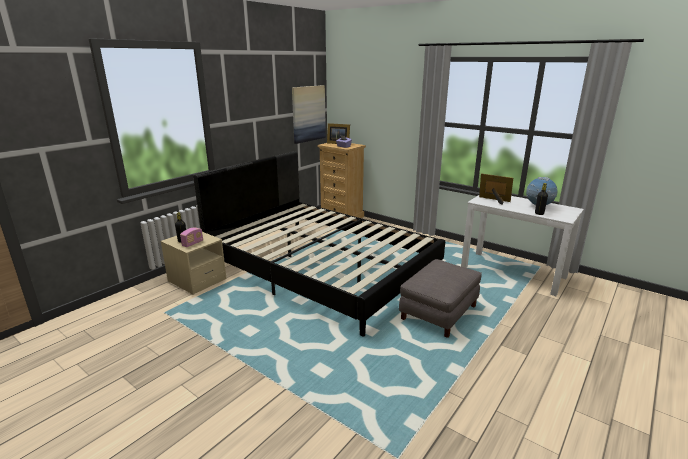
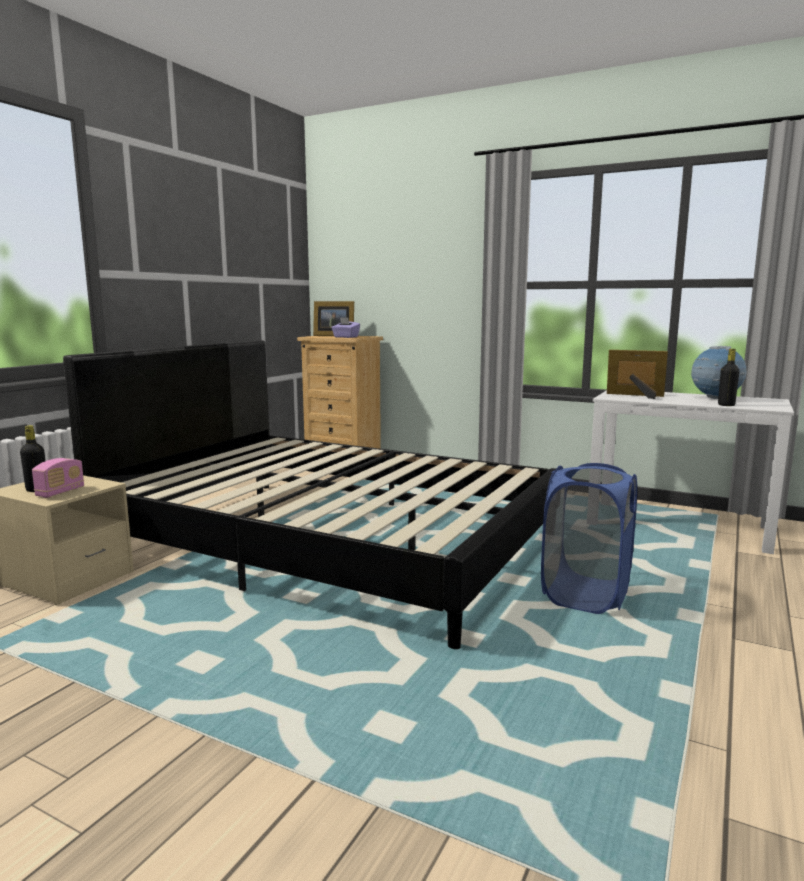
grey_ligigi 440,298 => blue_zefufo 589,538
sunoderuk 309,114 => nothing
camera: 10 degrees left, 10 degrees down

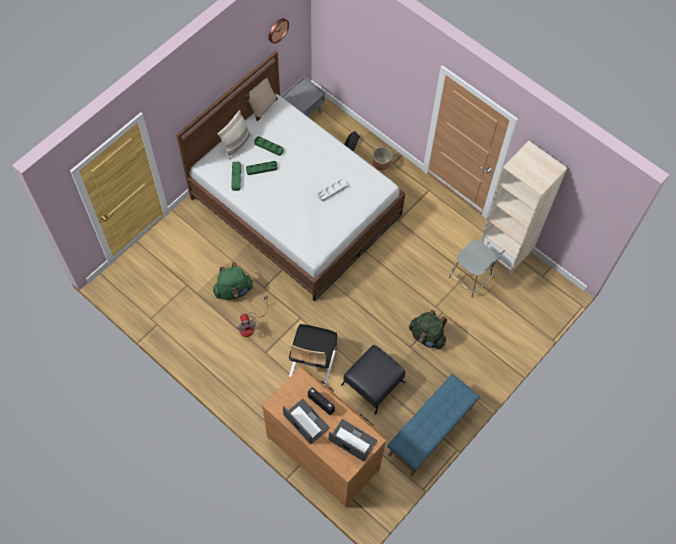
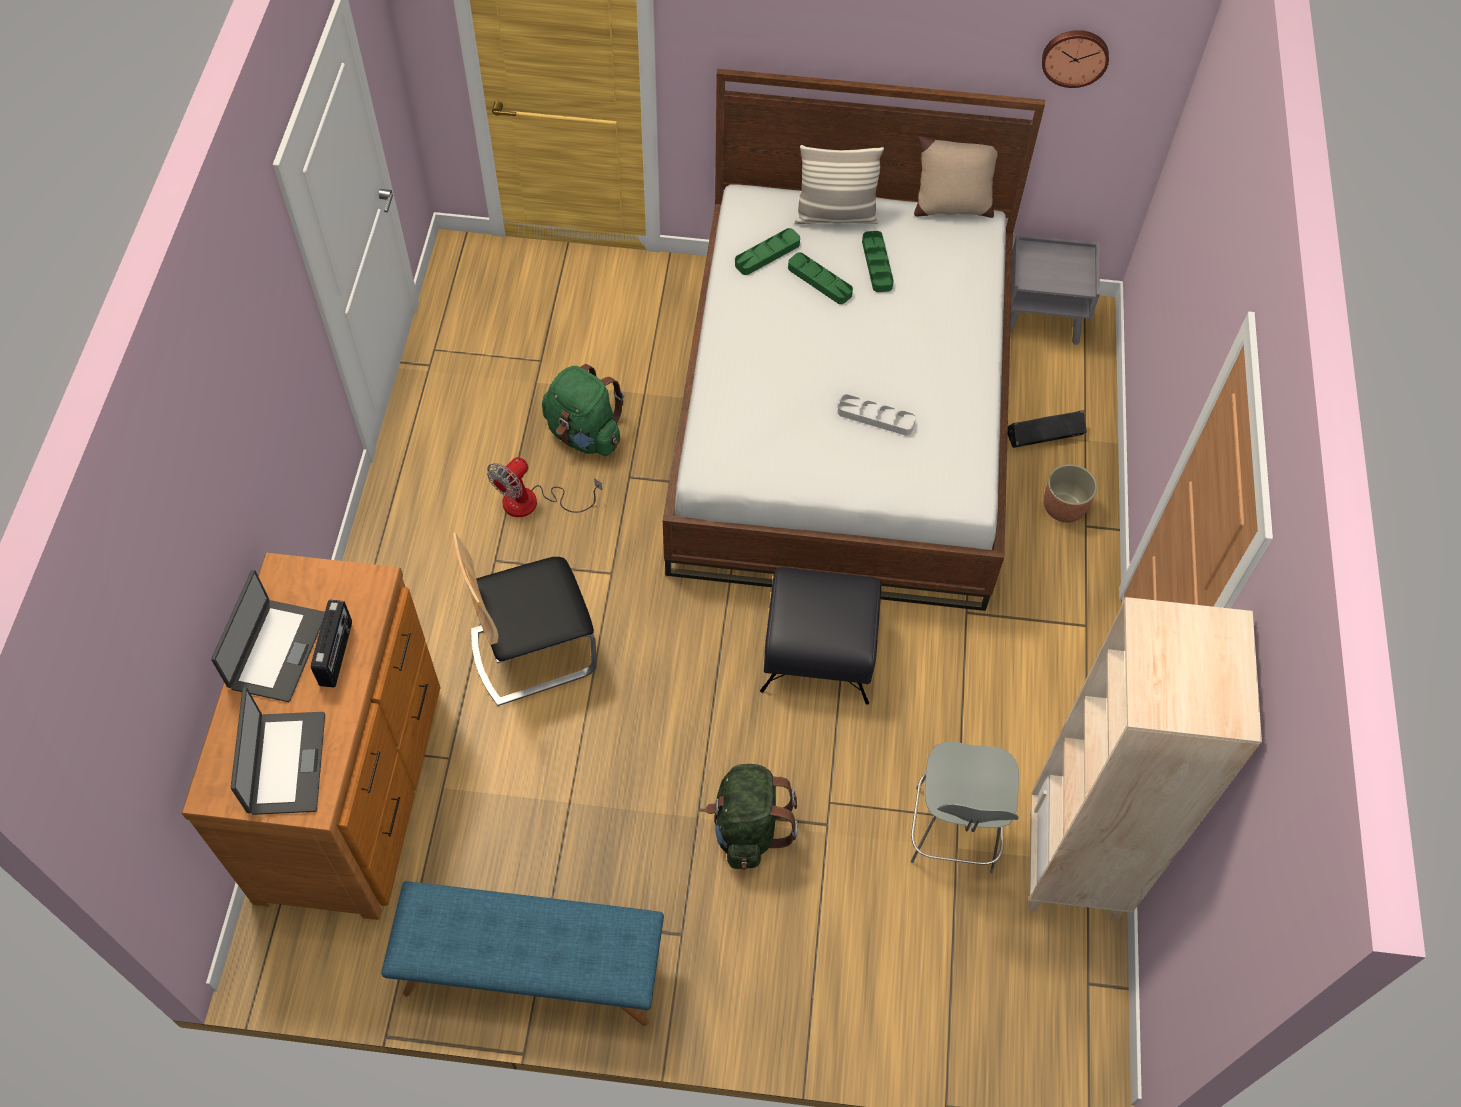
black_ligigi 373,380 => black_ligigi 820,636, moved
camera: 55 degrees right, 5 degrees down

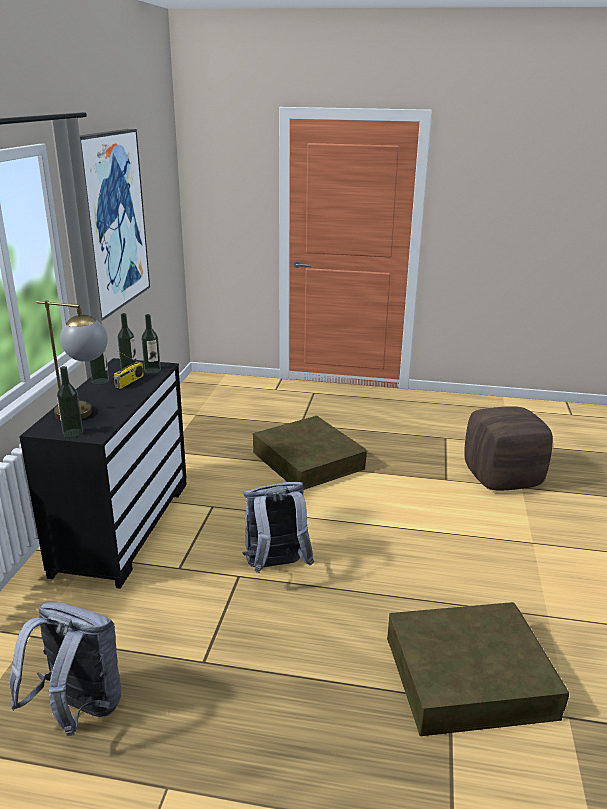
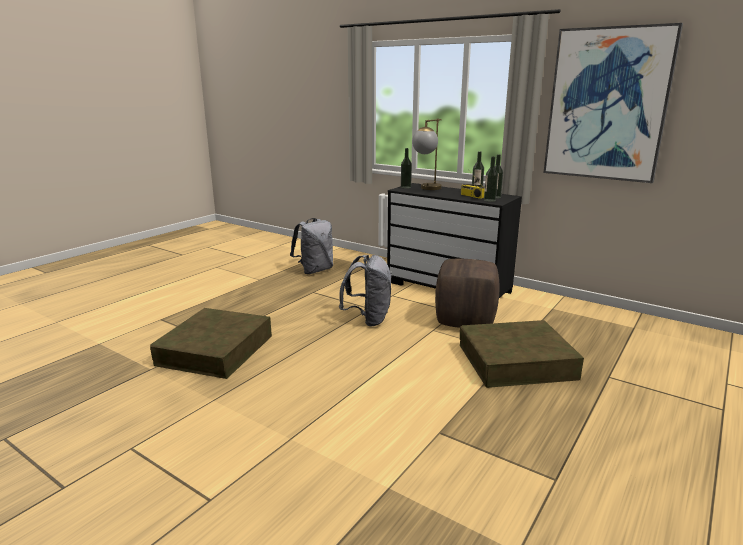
brown_ligigi 508,448 => brown_ligigi 467,293, moved
camera: 115 degrees right, 5 degrees down

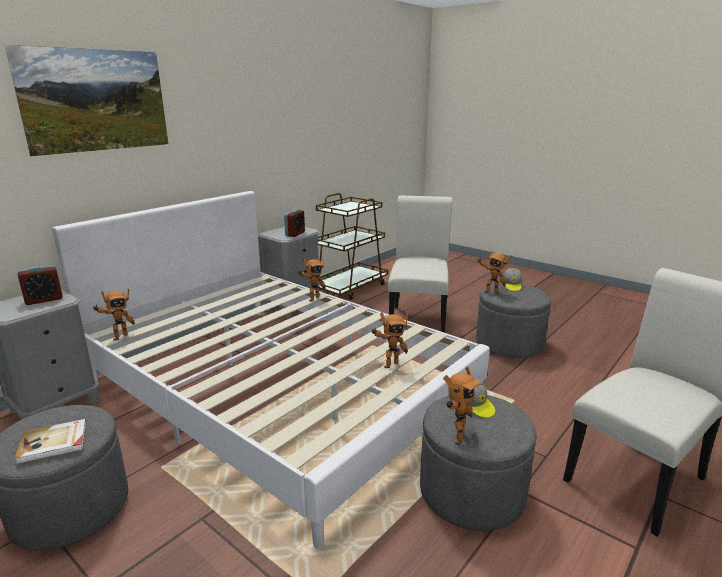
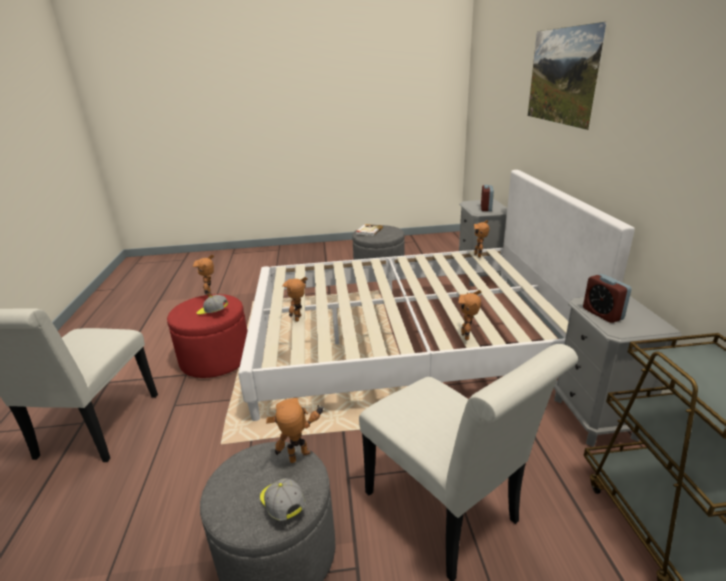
grey_ligigi 478,463 => red_ligigi 207,336
camera: 135 degrees right, 5 degrees up

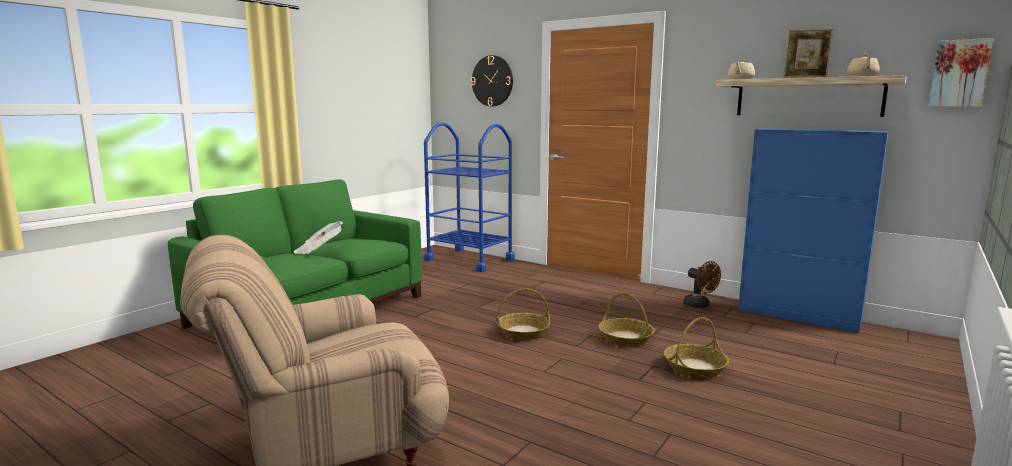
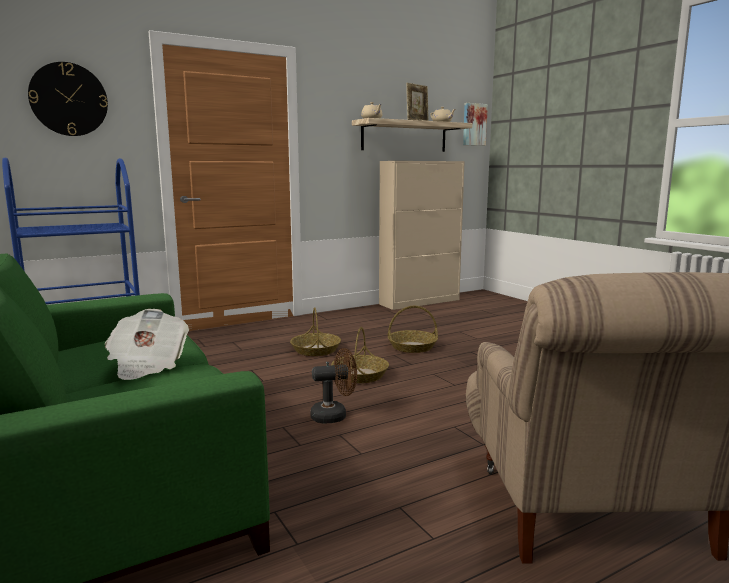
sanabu 696,347 => sanabu 315,331, moved
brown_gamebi 702,284 => brown_gamebi 333,386, moved
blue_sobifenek 813,230 => beige_sobifenek 422,235
camera: 65 degrees left, 0 degrees up

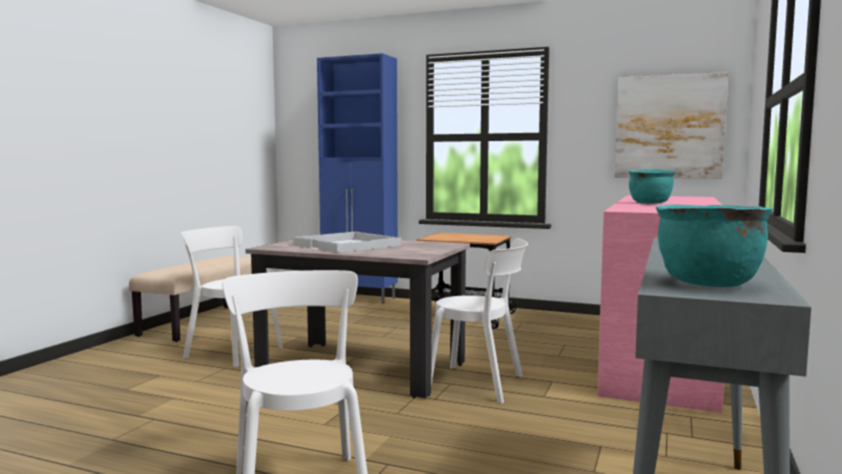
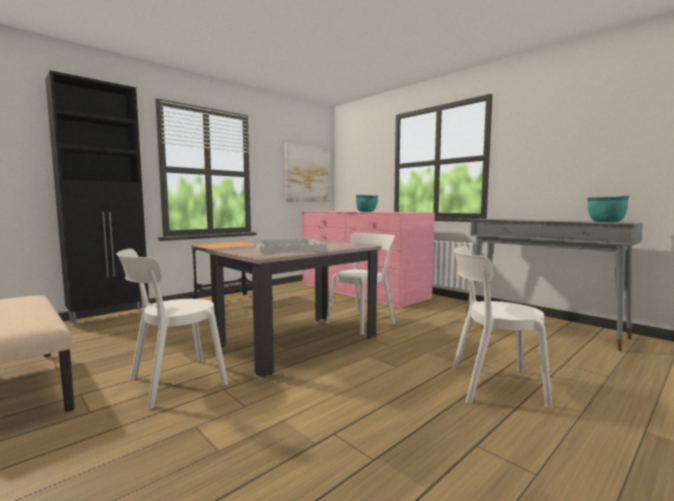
blue_sobifenek 357,178 => black_sobifenek 97,199
camera: 65 degrees left, 0 degrees up

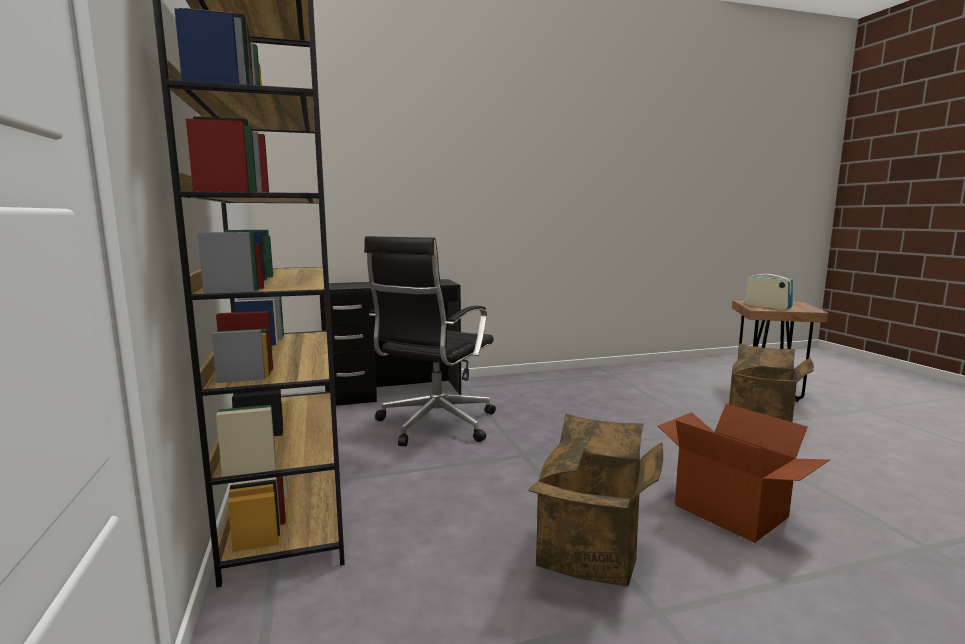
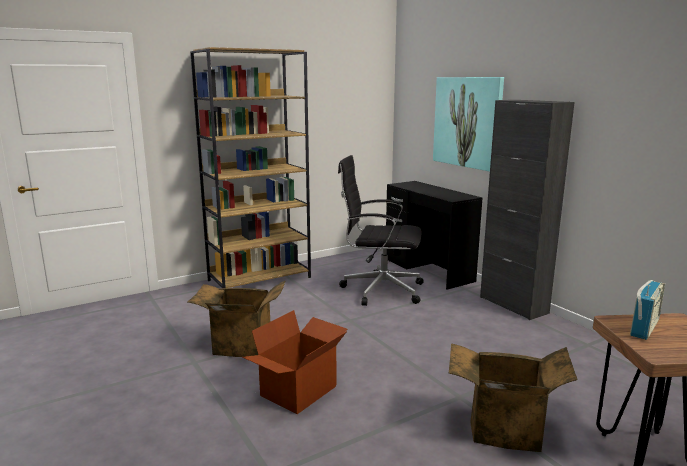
nothing => sunoderuk 468,124
nothing => black_sobifenek 527,210
camera: 75 degrees right, 5 degrees up

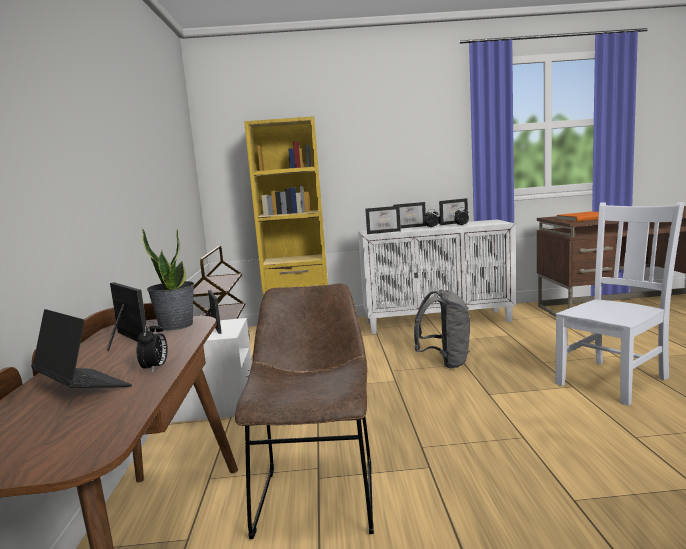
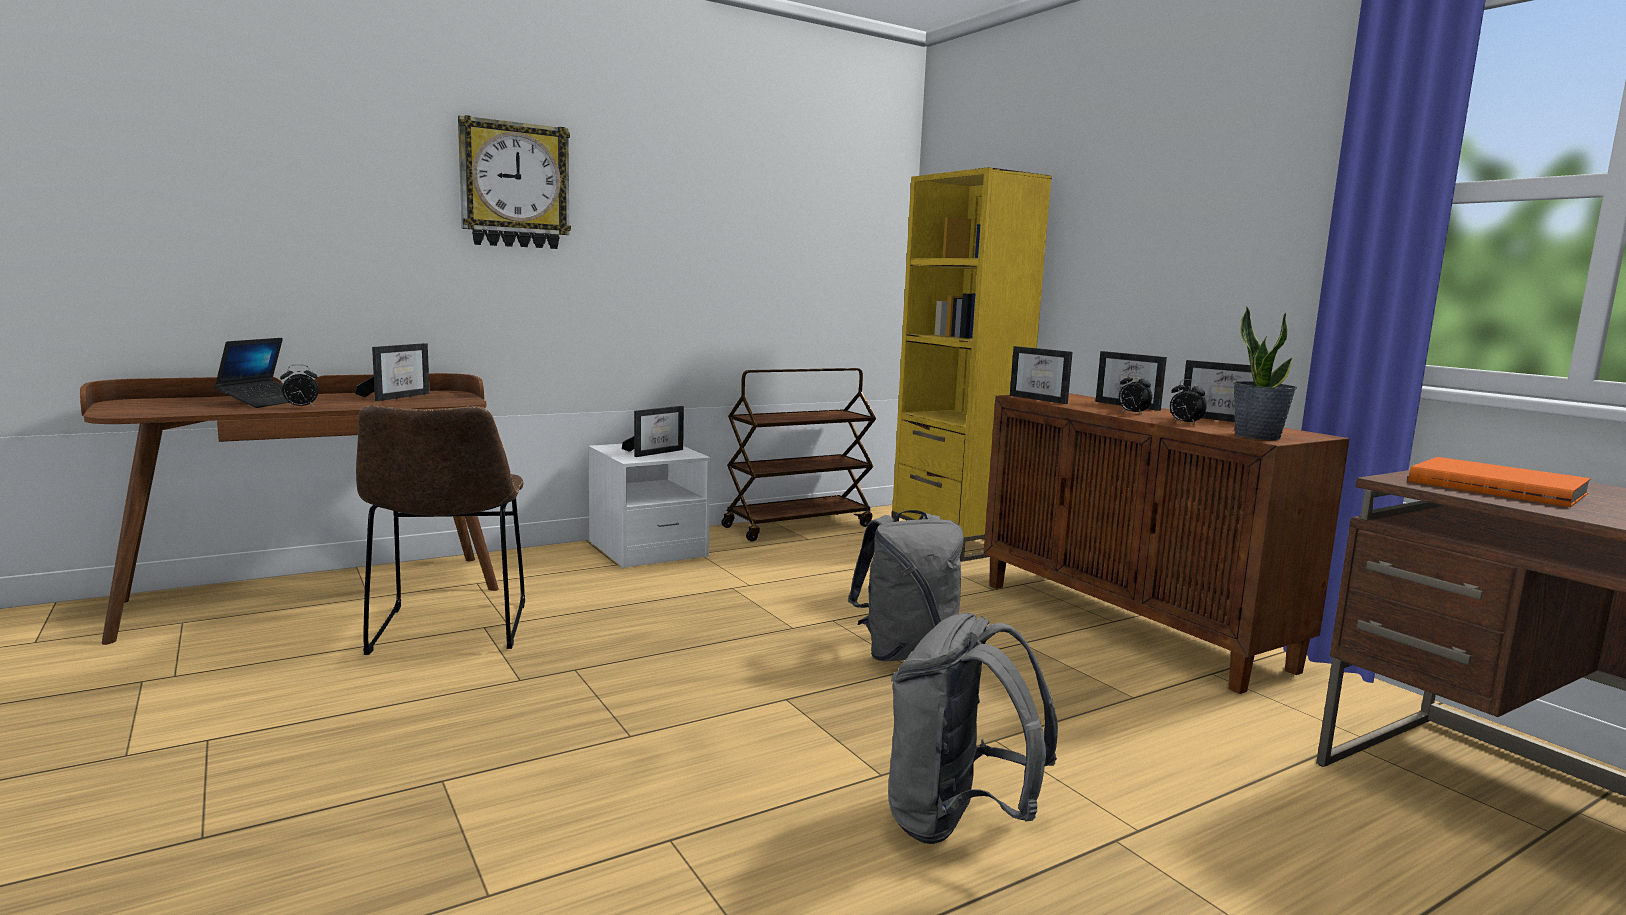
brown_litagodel 304,411 => brown_litagodel 440,530, 105 degrees clockwise
nothing => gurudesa 514,182
white_litagodel 620,304 => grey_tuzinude 973,728
white_sobifenek 437,276 => brown_sobifenek 1166,543
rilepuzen 168,280 => rilepuzen 1265,373, moved
camera: 60 degrees right, 0 degrees up

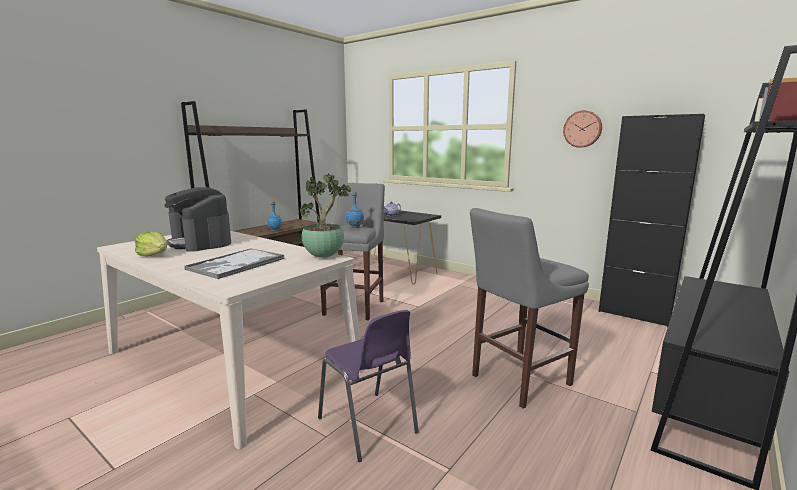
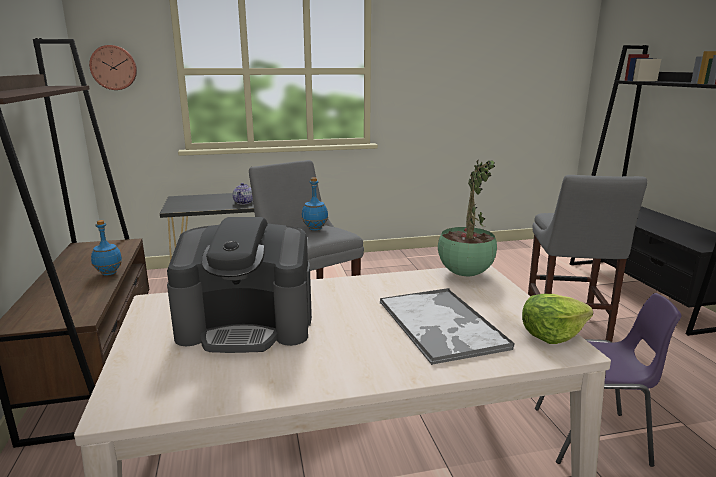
gurudesa 582,129 => gurudesa 113,67, moved
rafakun 151,244 => rafakun 557,319, moved
black_sobifenek 651,220 => nothing
camera: 50 degrees left, 5 degrees up

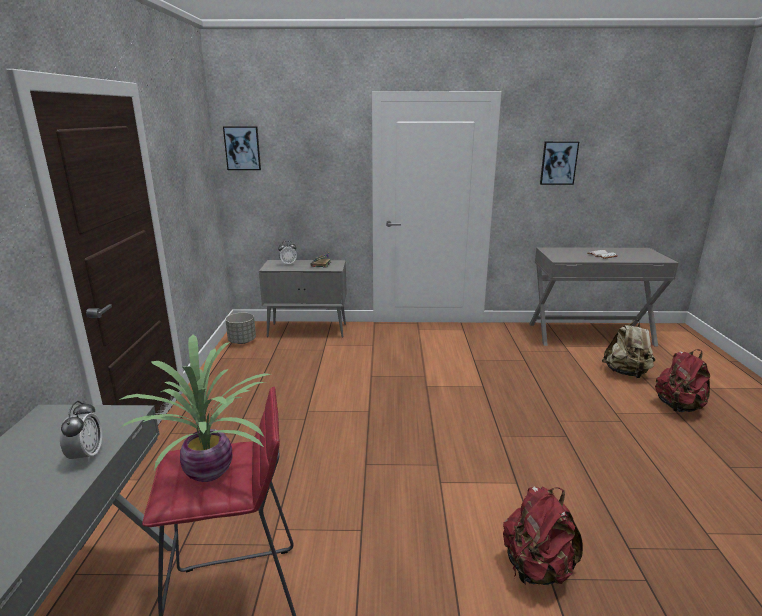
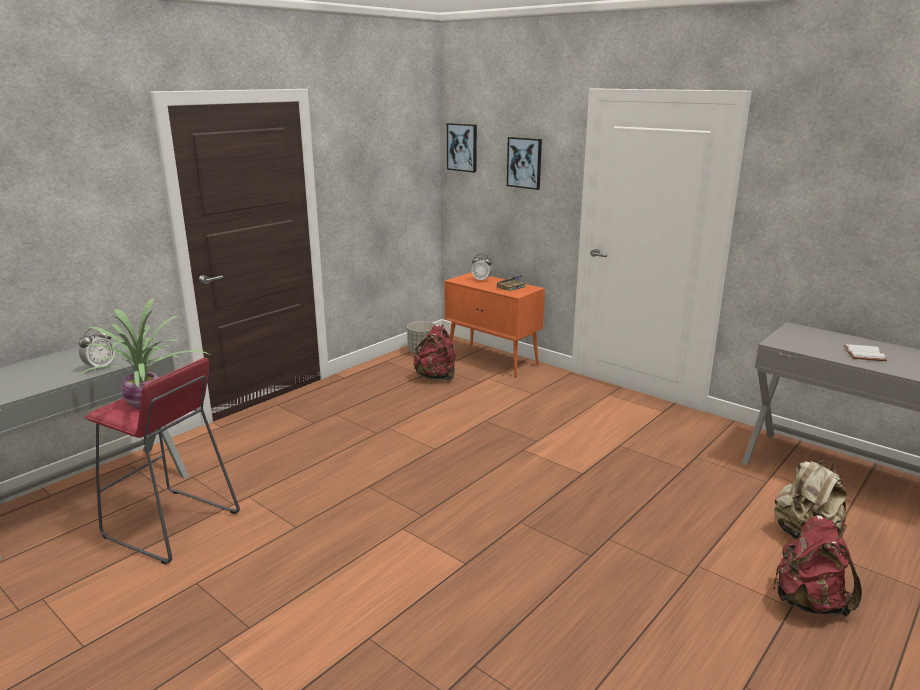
red_tuzinude 543,535 => red_tuzinude 434,353, moved
grey_sobifenek 303,299 => orange_sobifenek 494,324
sunoderuk 559,163 => sunoderuk 524,163, moved
camera: 40 degrees right, 0 degrees up

